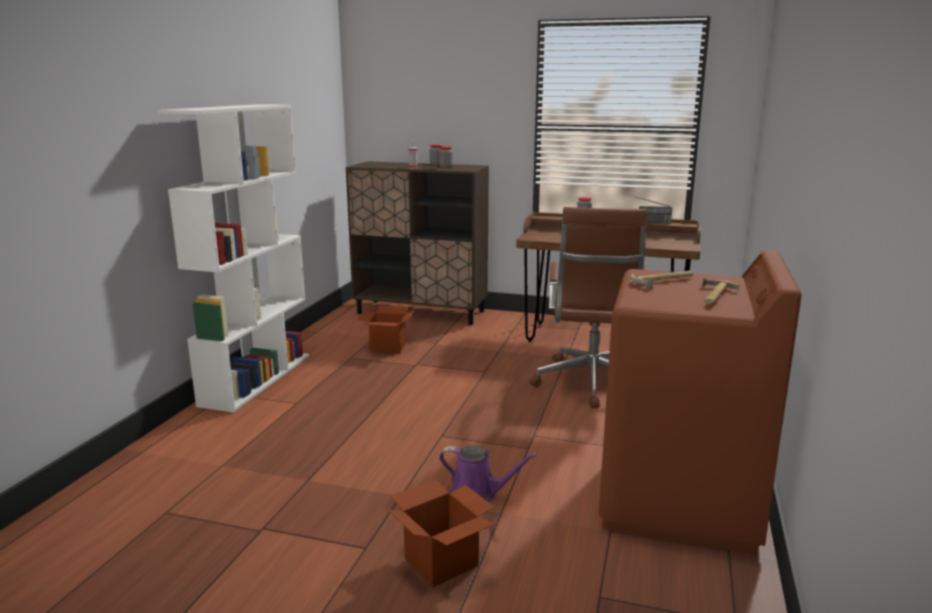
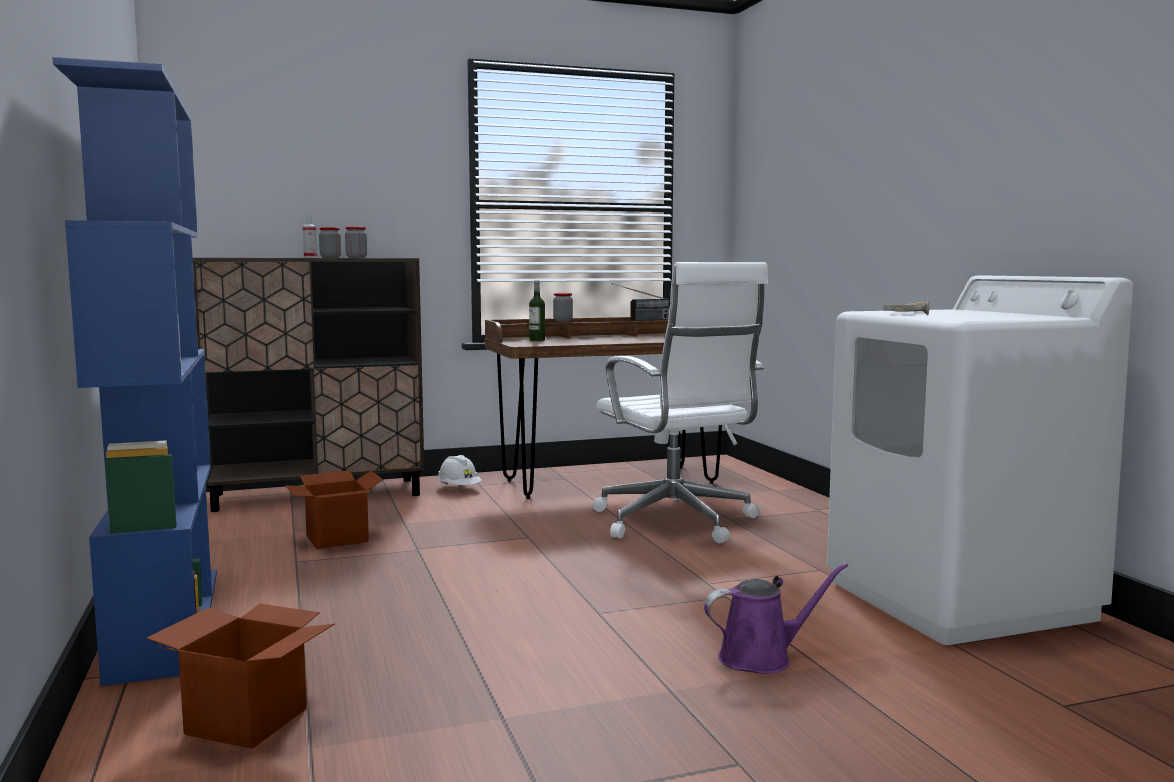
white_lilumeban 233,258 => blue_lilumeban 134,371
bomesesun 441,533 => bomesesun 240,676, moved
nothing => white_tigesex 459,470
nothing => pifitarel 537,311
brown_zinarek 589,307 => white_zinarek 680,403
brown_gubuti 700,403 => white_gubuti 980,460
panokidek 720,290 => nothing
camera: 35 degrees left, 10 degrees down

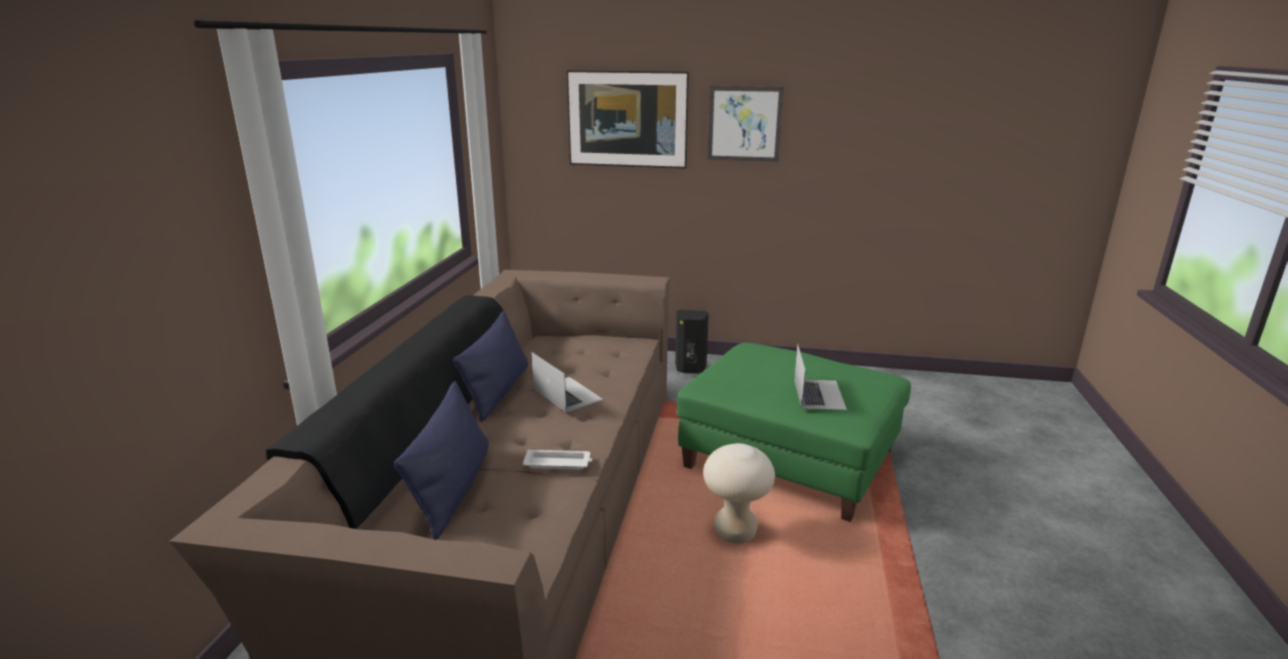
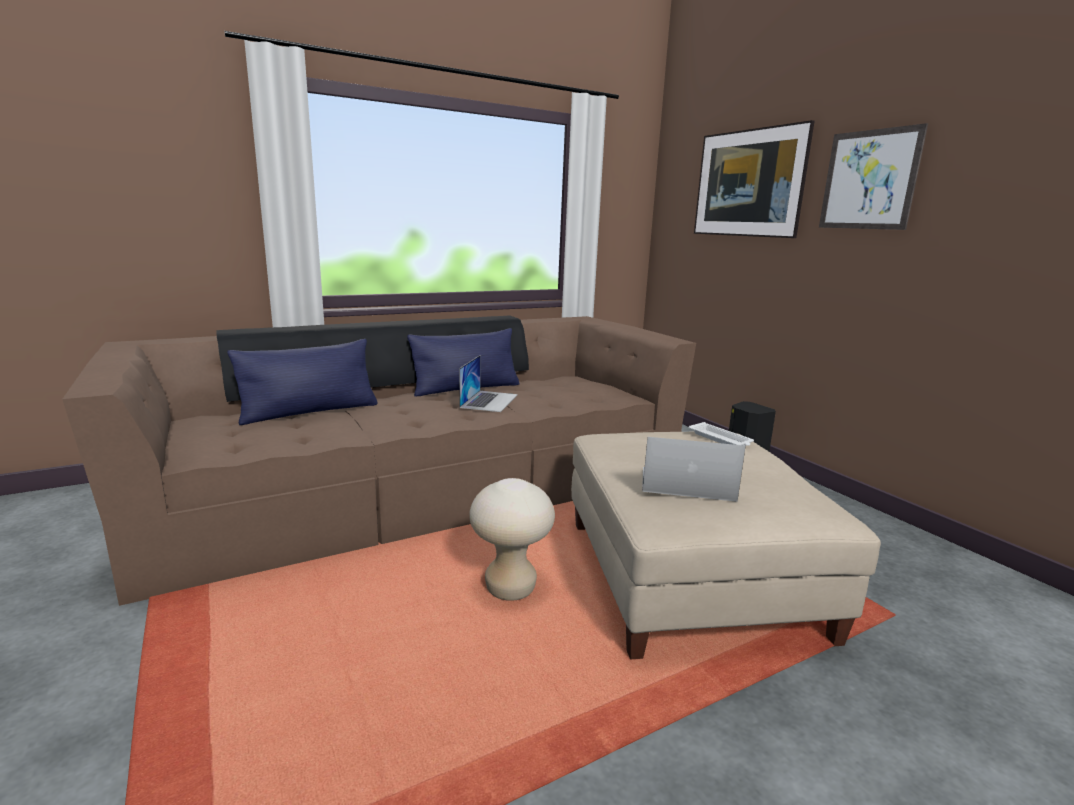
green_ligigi 794,432 => beige_ligigi 726,546
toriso 820,377 => toriso 694,469, 135 degrees counterclockwise
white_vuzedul 557,459 => white_vuzedul 721,434, moved
camera: 50 degrees right, 5 degrees down

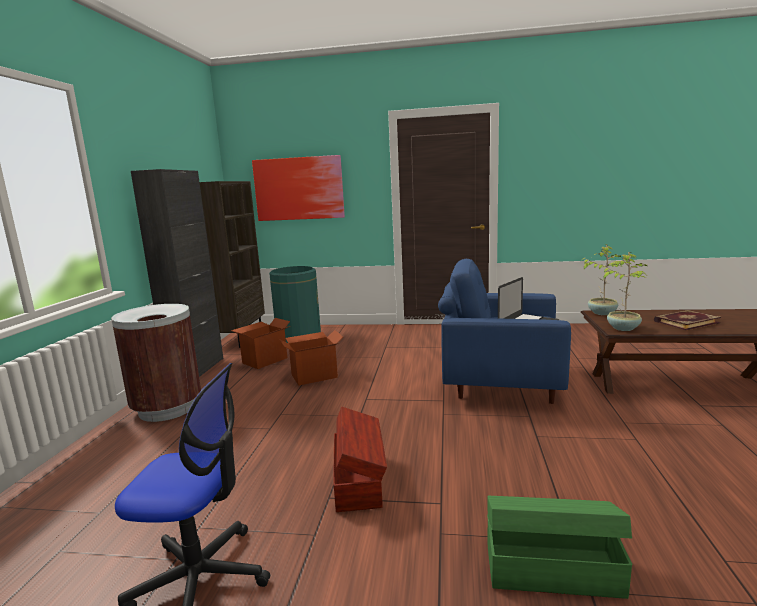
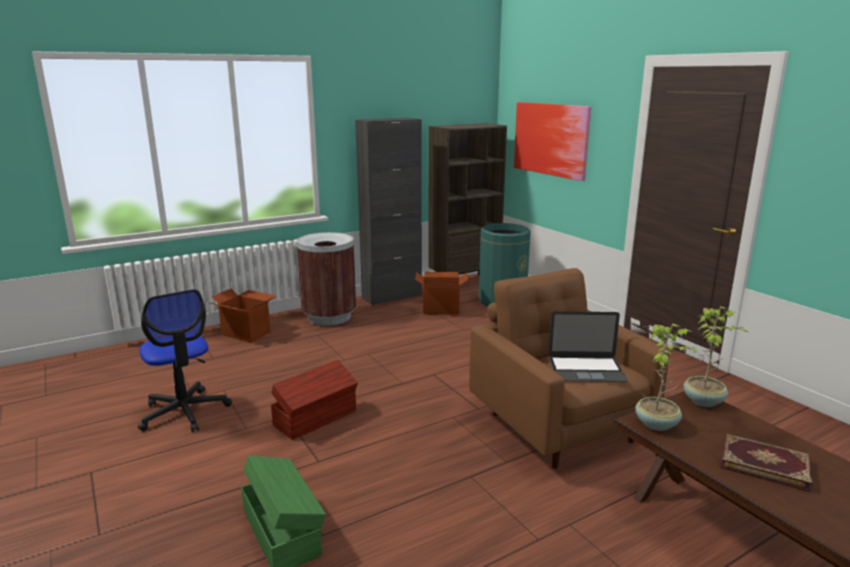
bomesesun 311,357 => bomesesun 243,316, moved
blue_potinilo 504,331 => brown_potinilo 569,368
camera: 50 degrees right, 5 degrees up

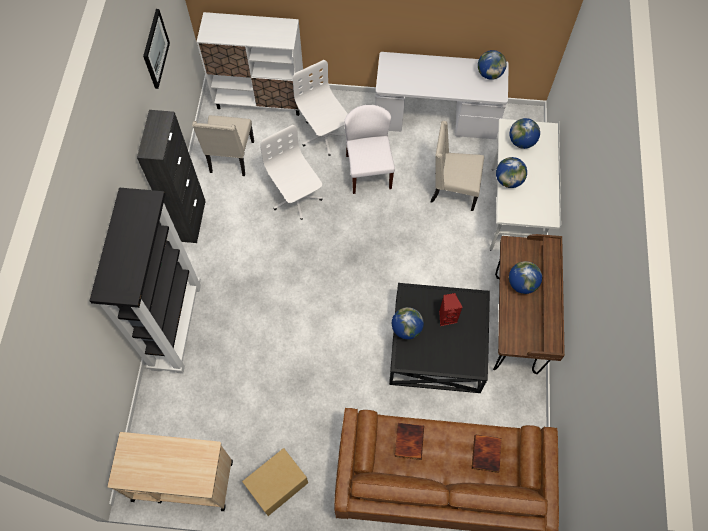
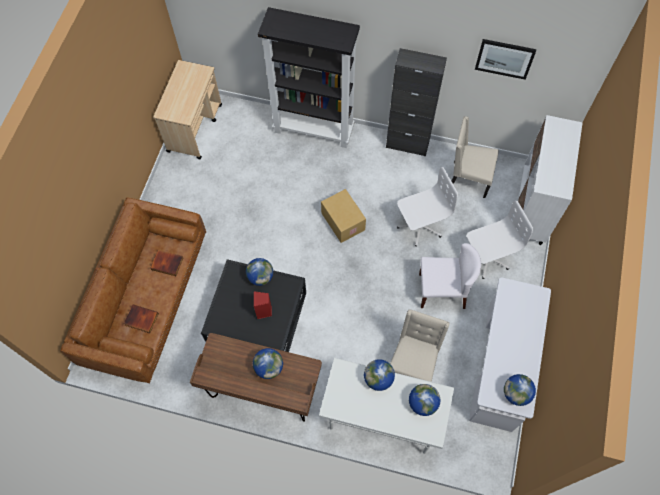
bomesesun 275,482 => bomesesun 343,216, moved
camera: 100 degrees right, 0 degrees up

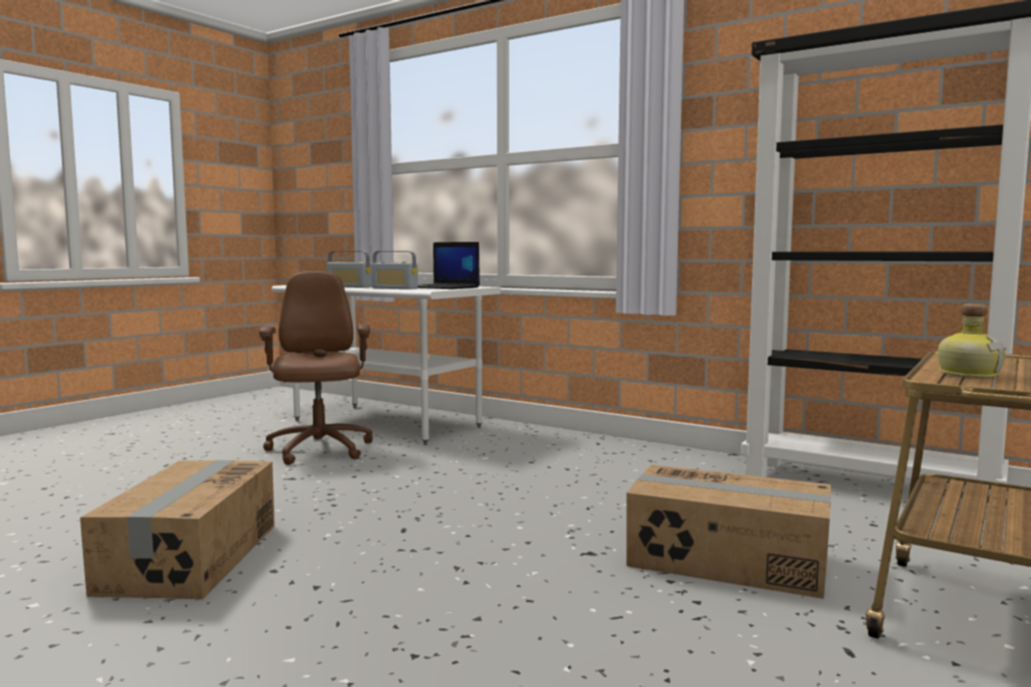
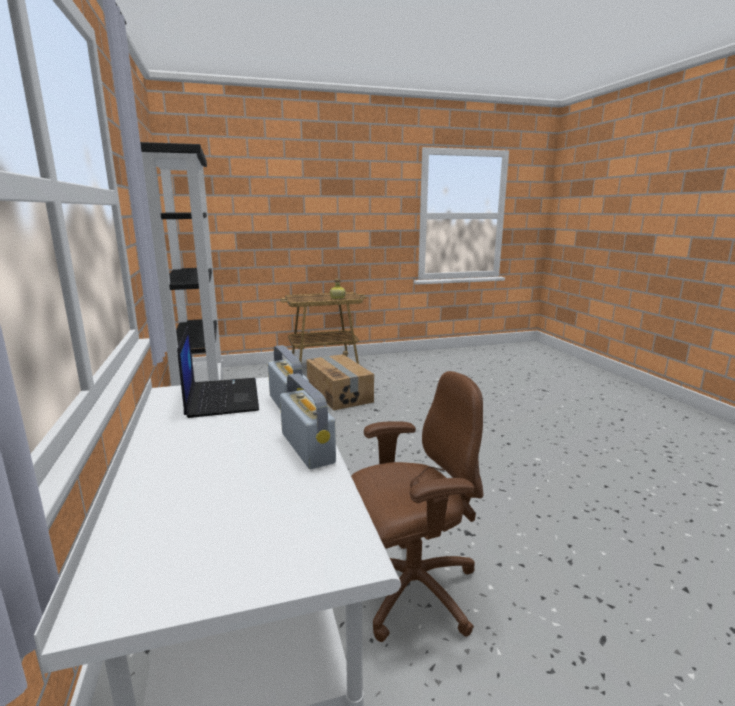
brown_zinarek 316,368 => brown_zinarek 417,506, 135 degrees counterclockwise
bomesesun 177,529 => nothing
camera: 140 degrees left, 10 degrees up

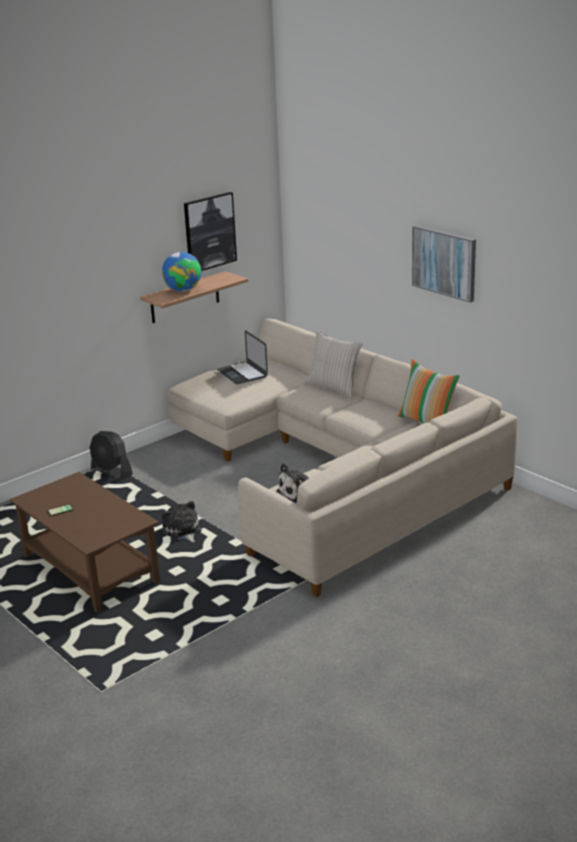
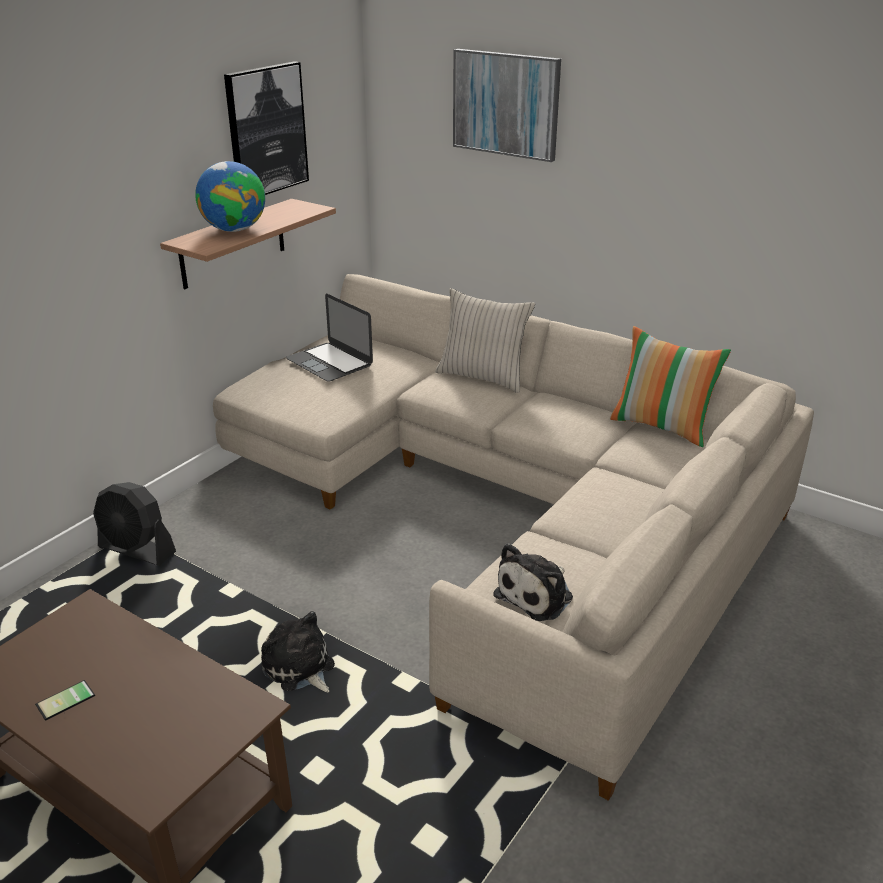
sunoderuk 444,264 => sunoderuk 507,105, moved
camera: 15 degrees left, 5 degrees up

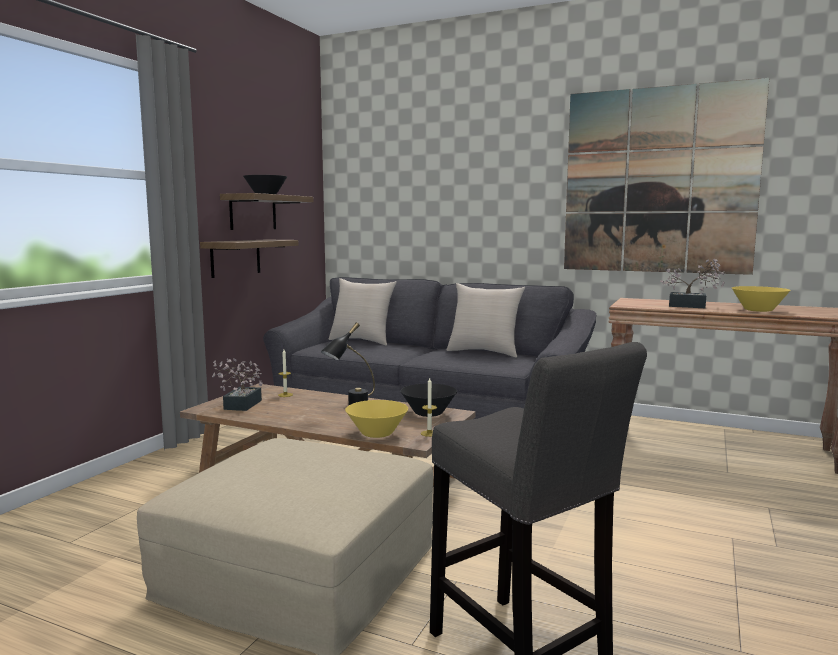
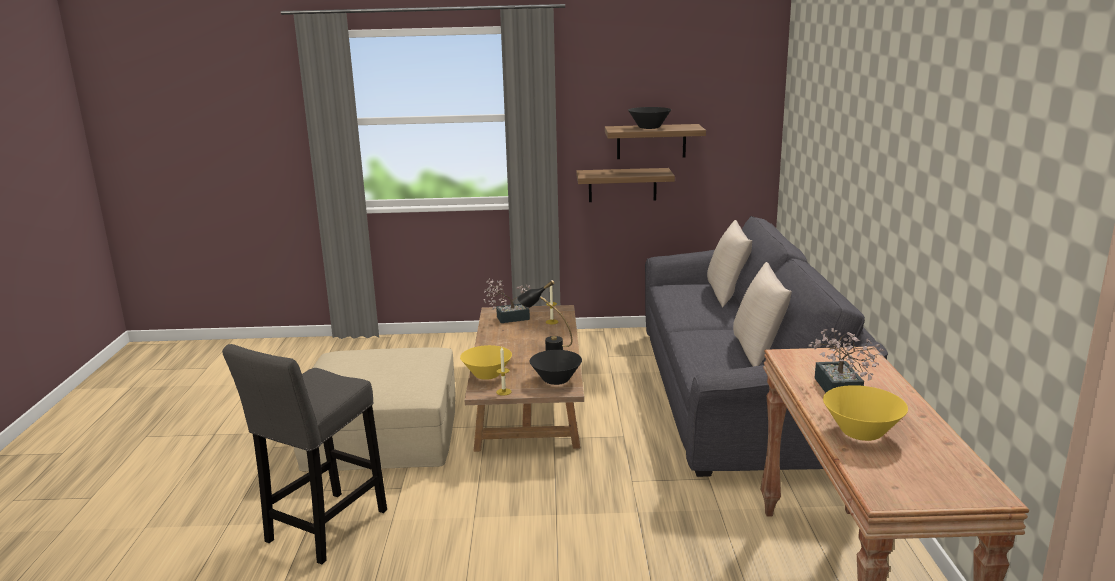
sunoderuk 666,176 => nothing
camera: 65 degrees right, 10 degrees up

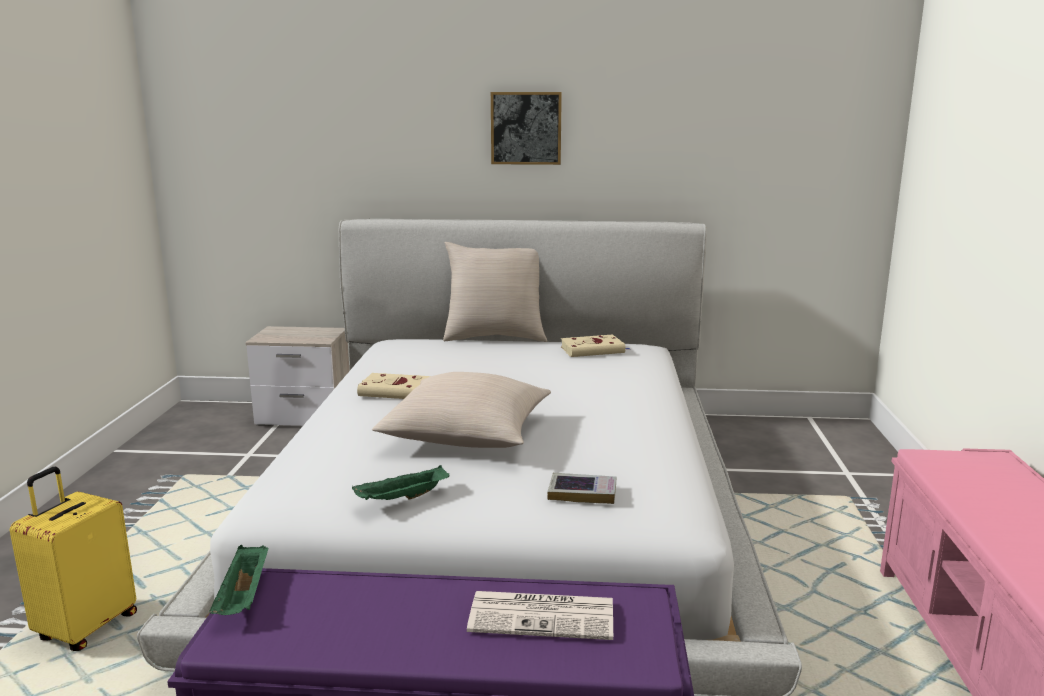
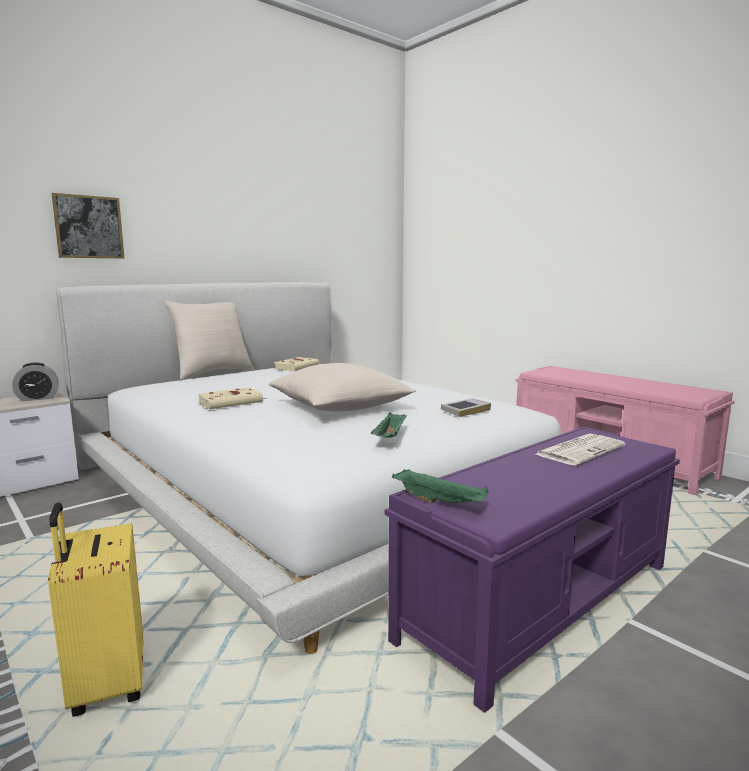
nothing => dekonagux 35,382
sunoderuk 526,128 => sunoderuk 88,225, moved
camera: 45 degrees left, 5 degrees down

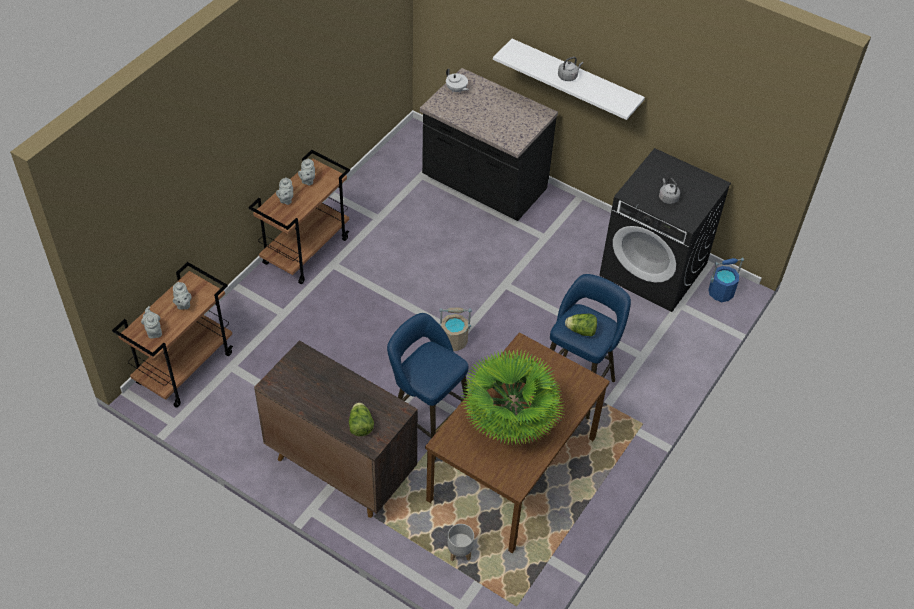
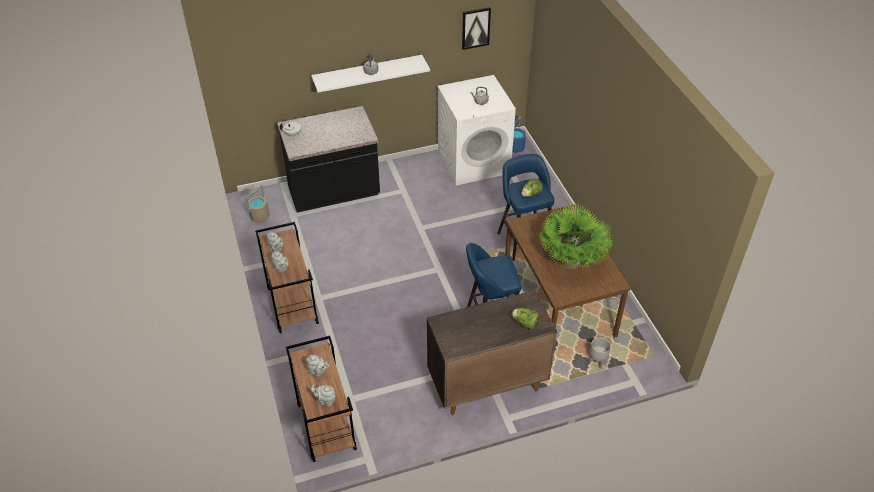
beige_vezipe 455,329 => beige_vezipe 257,204, moved
black_gubuti 665,230 => white_gubuti 476,130
nothing => sunoderuk 476,28
camera: 50 degrees left, 5 degrees down

